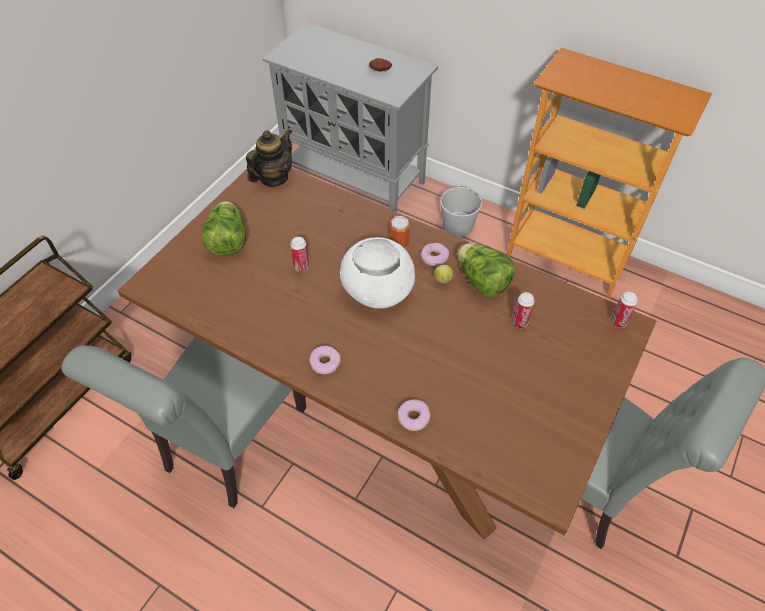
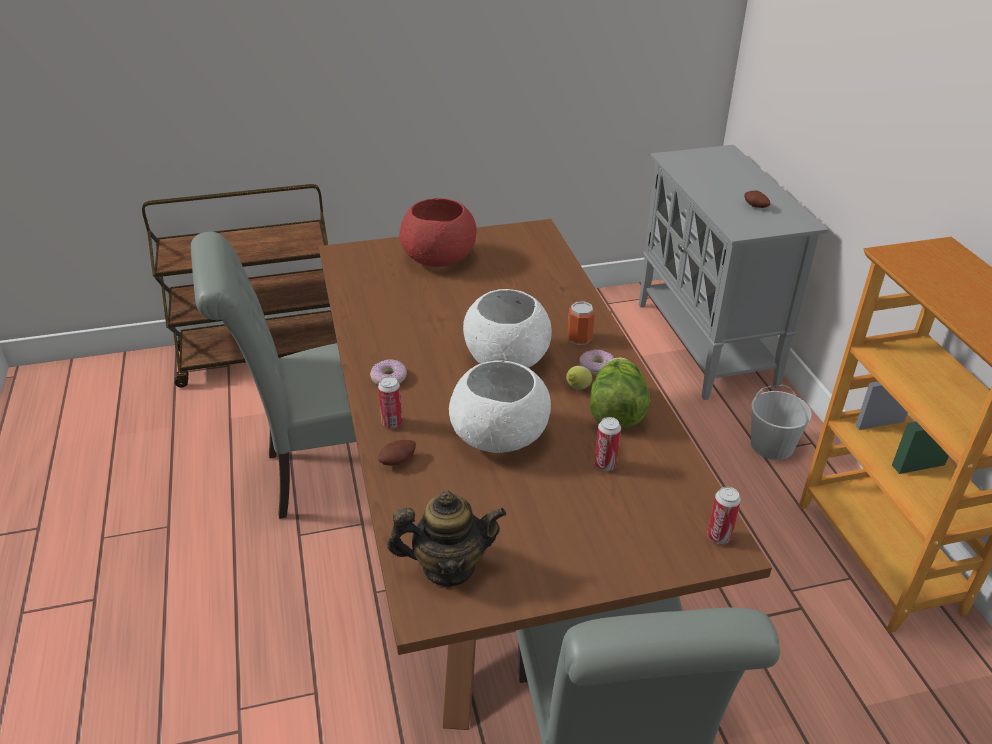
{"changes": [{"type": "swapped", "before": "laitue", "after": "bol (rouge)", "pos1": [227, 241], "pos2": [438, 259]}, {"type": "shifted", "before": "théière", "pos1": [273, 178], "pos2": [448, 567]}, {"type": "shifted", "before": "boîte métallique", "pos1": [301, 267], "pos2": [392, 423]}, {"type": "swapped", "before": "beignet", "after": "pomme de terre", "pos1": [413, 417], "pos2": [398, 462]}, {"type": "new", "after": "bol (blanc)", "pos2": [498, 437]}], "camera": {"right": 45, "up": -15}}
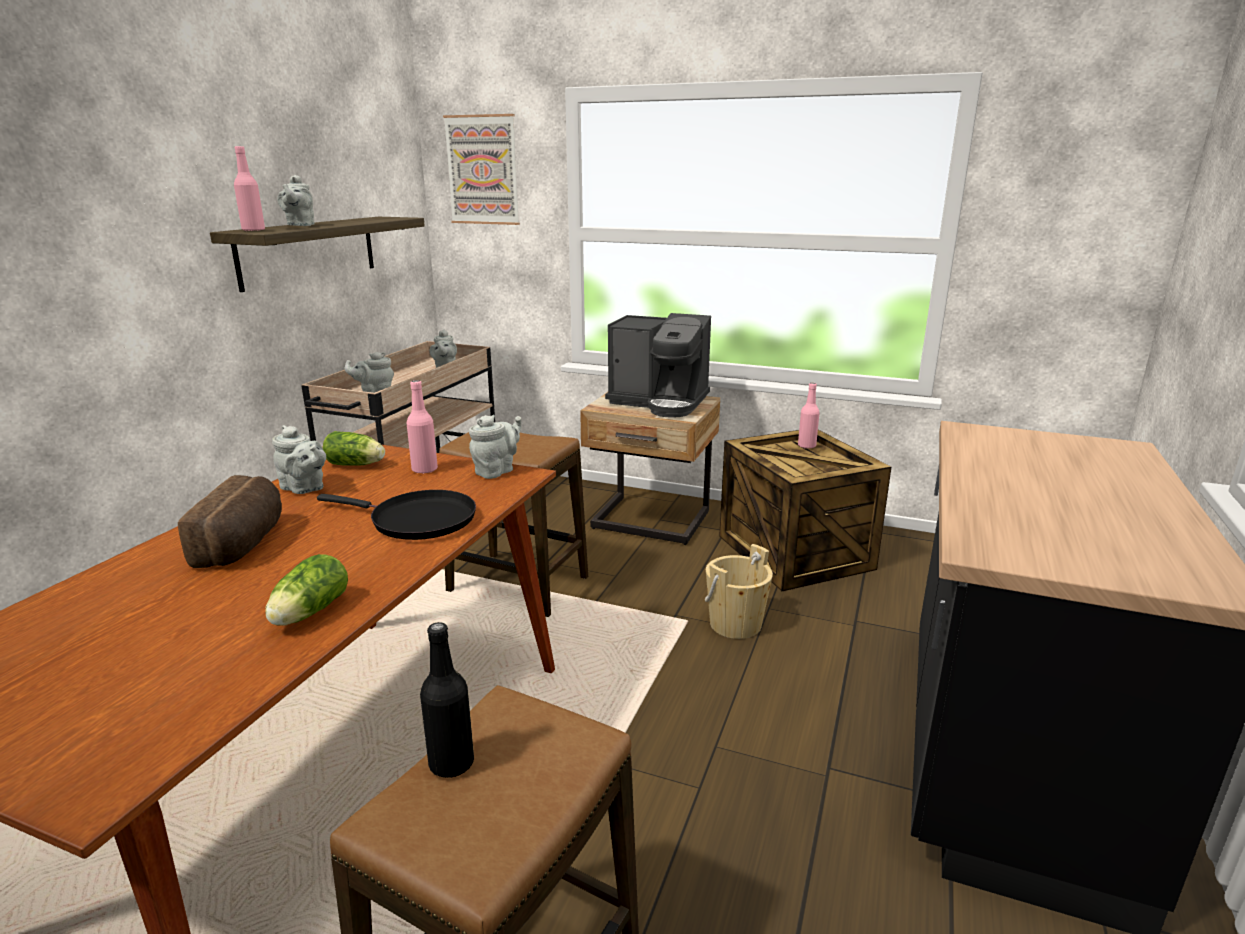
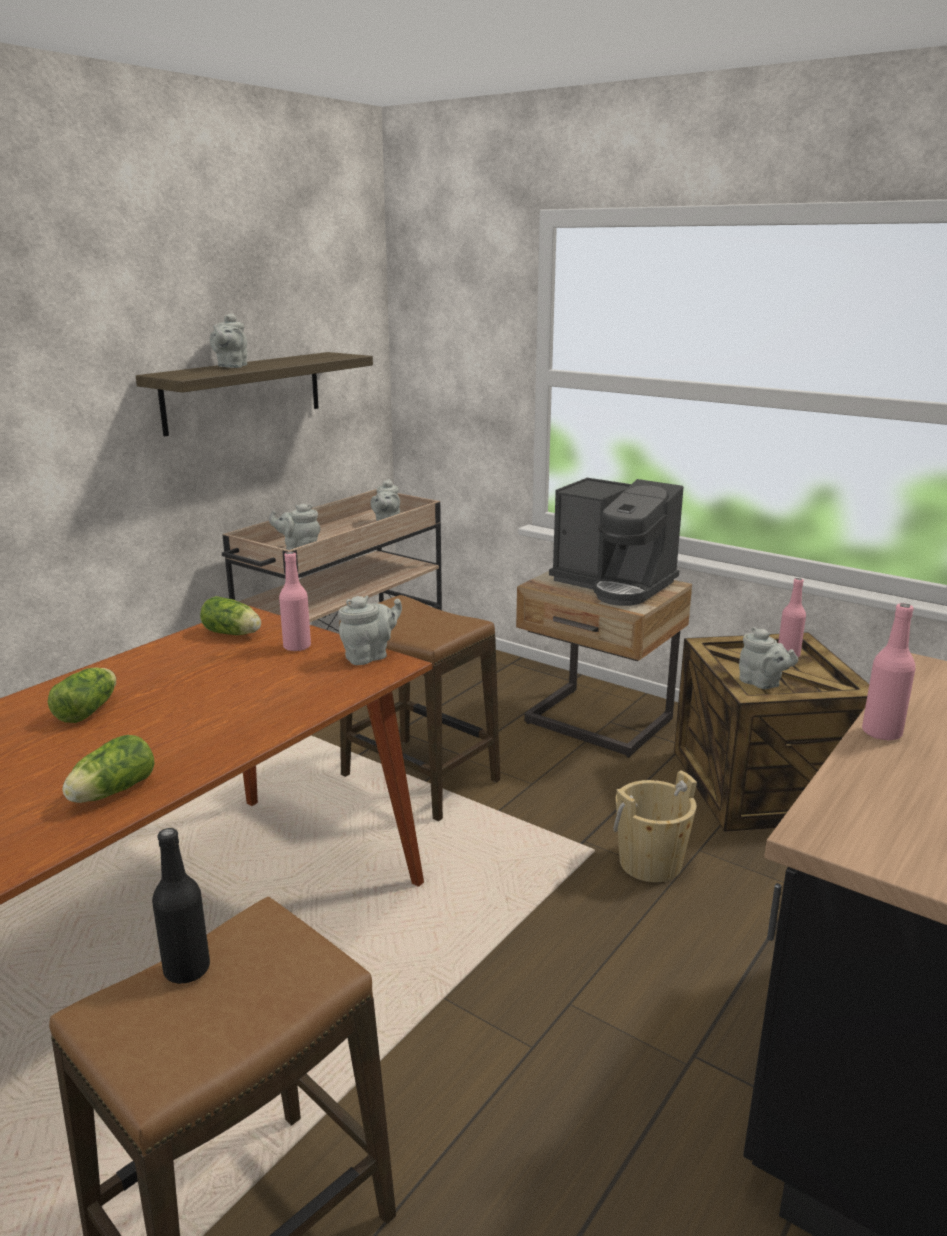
{"changes": [{"type": "swapped", "before": "pain", "after": "laitue", "pos1": [244, 543], "pos2": [89, 709]}, {"type": "shifted", "before": "bouteille (rose)", "pos1": [253, 230], "pos2": [881, 733]}, {"type": "shifted", "before": "théière (gris)", "pos1": [304, 488], "pos2": [762, 684]}, {"type": "gone", "before": "poêle (noir)", "pos1": [417, 520]}, {"type": "gone", "before": "tableau", "pos1": [483, 170]}], "camera": {"right": 15, "up": 0}}
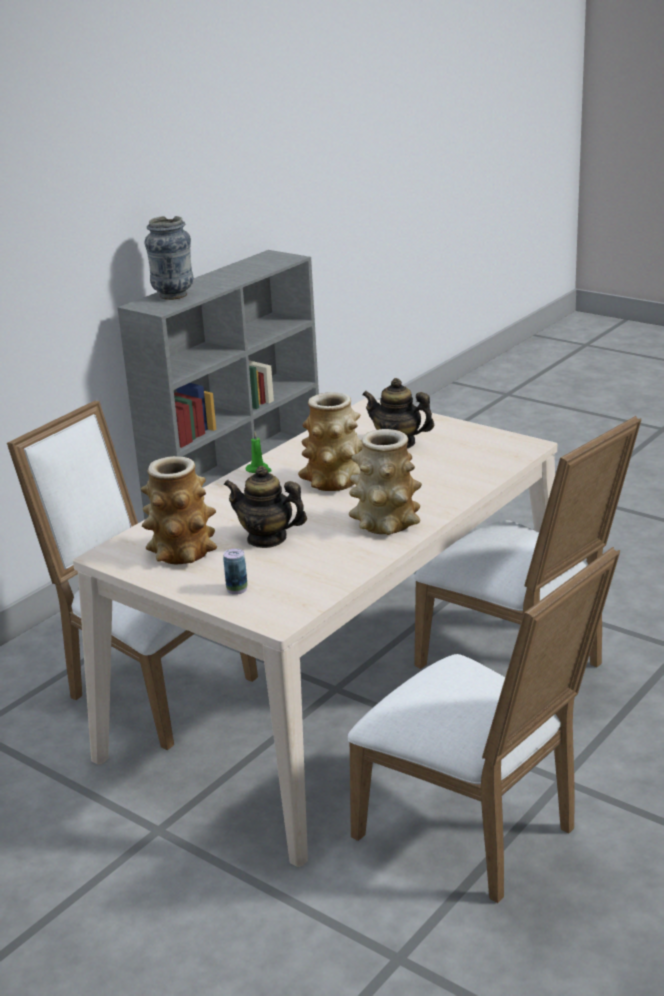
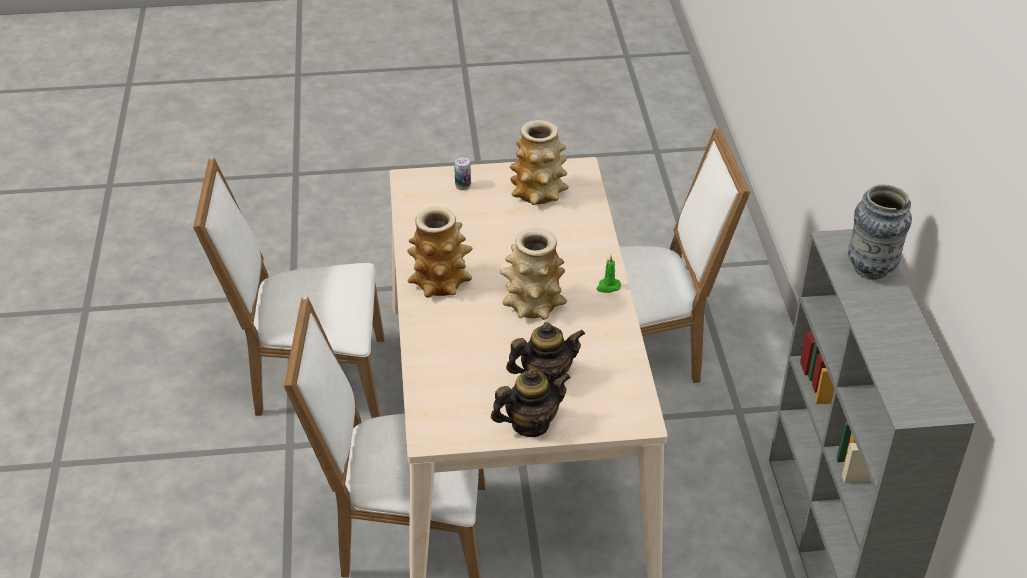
{"changes": [{"type": "shifted", "before": "théière", "pos1": [267, 538], "pos2": [530, 424]}], "camera": {"right": 135, "up": 15}}
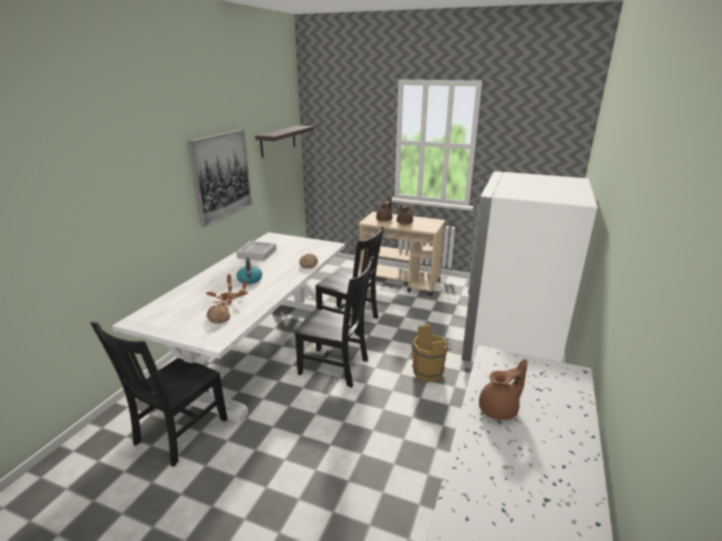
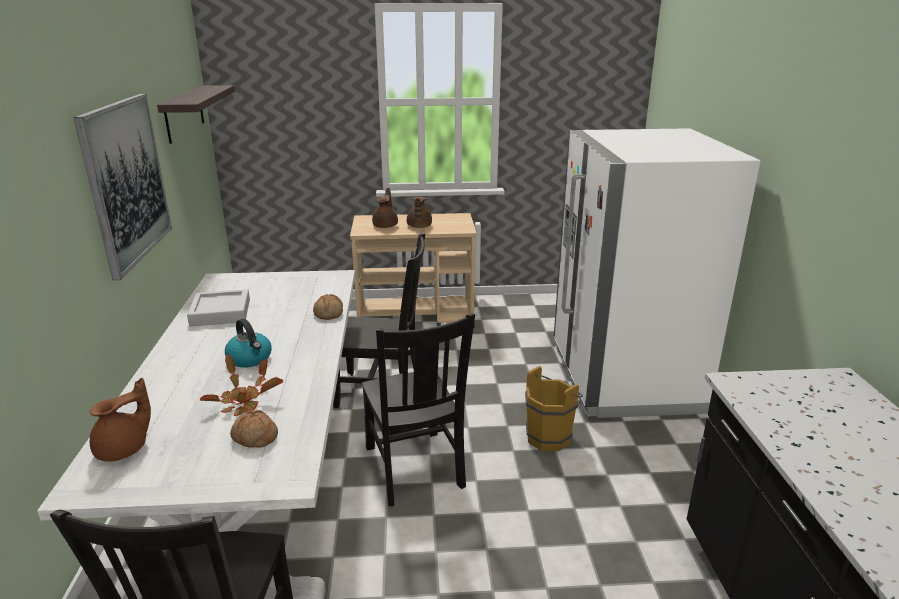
{"changes": [{"type": "rotated", "before": "chaise (noir)", "pos1": [336, 367], "pos2": [414, 469], "turn": 75}, {"type": "shifted", "before": "théière (marron)", "pos1": [499, 410], "pos2": [124, 449]}], "camera": {"right": -25, "up": 0}}
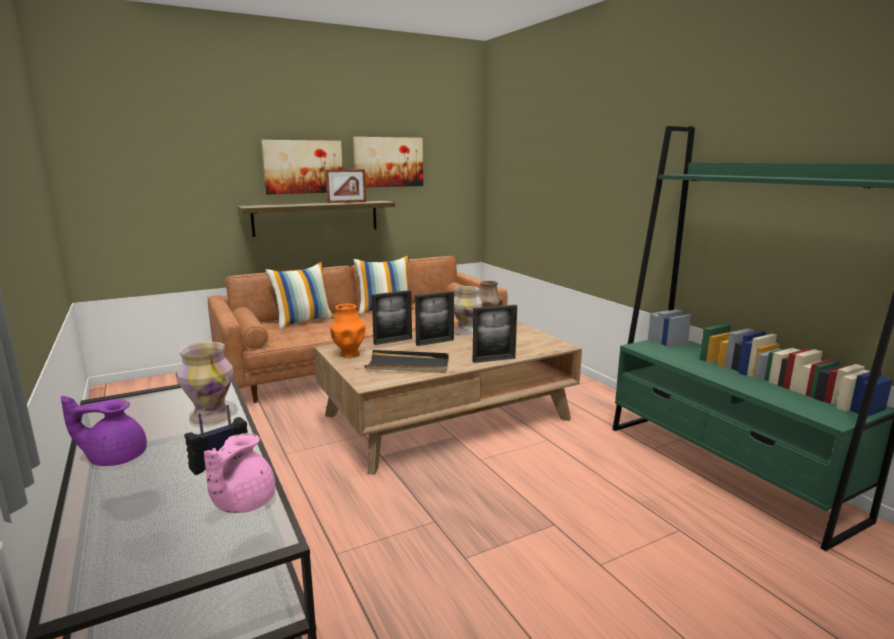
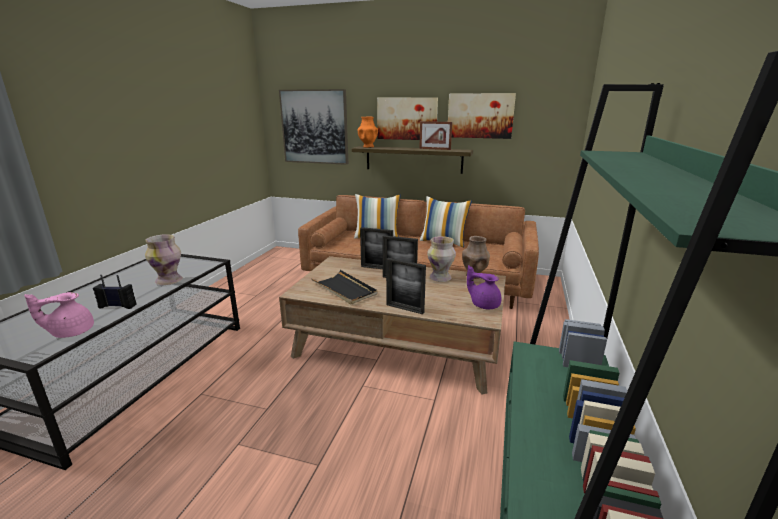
{"changes": [{"type": "shifted", "before": "théière (violet)", "pos1": [115, 457], "pos2": [484, 304]}, {"type": "shifted", "before": "vase (orange)", "pos1": [349, 354], "pos2": [368, 147]}, {"type": "new", "after": "tableau", "pos2": [314, 127]}], "camera": {"right": 45, "up": 5}}
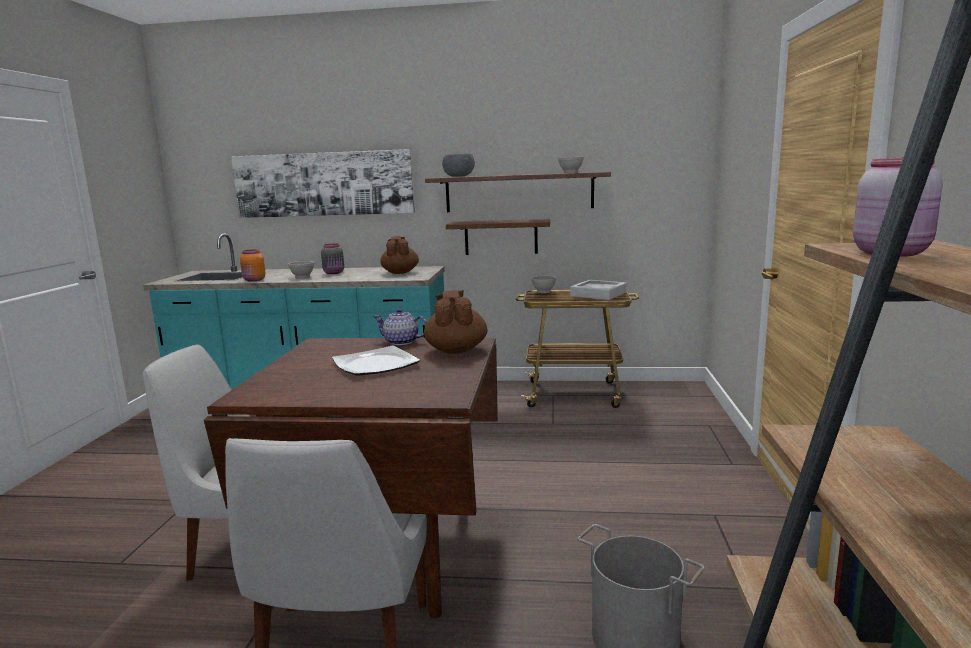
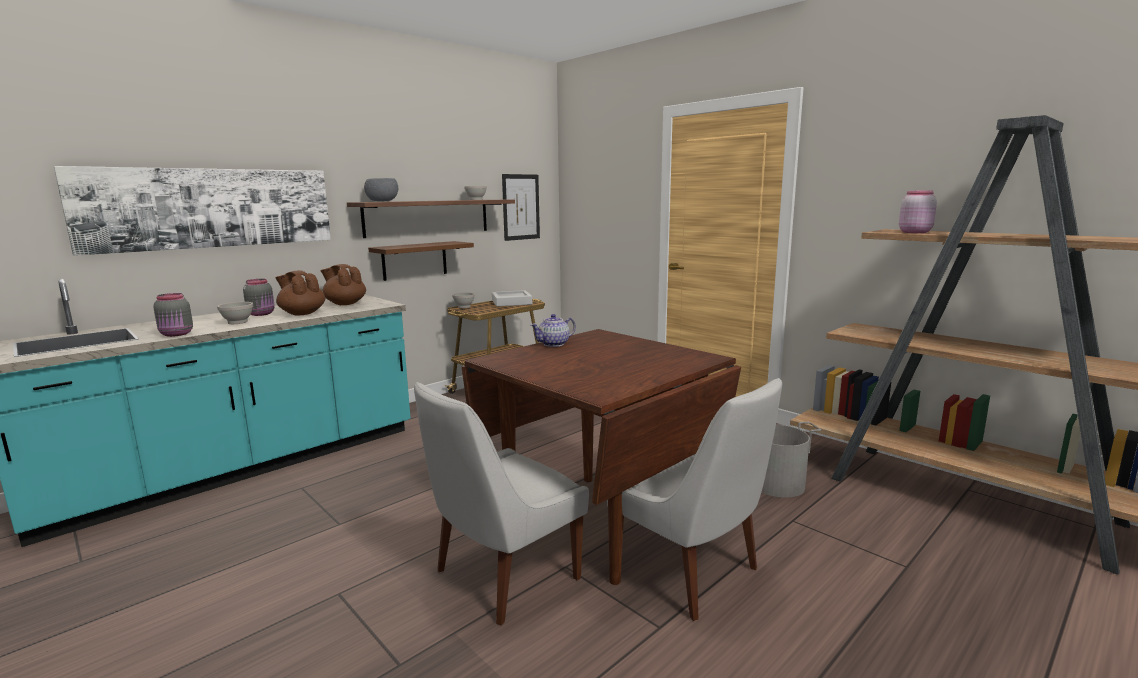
{"changes": [{"type": "repainted", "before": "bocal (orange)", "after": "bocal (gris)", "pos1": [254, 280], "pos2": [177, 334]}, {"type": "gone", "before": "assiette", "pos1": [375, 365]}, {"type": "shifted", "before": "théière (marron)", "pos1": [456, 350], "pos2": [302, 313]}, {"type": "new", "after": "tableau", "pos2": [521, 207]}], "camera": {"right": -50, "up": 0}}
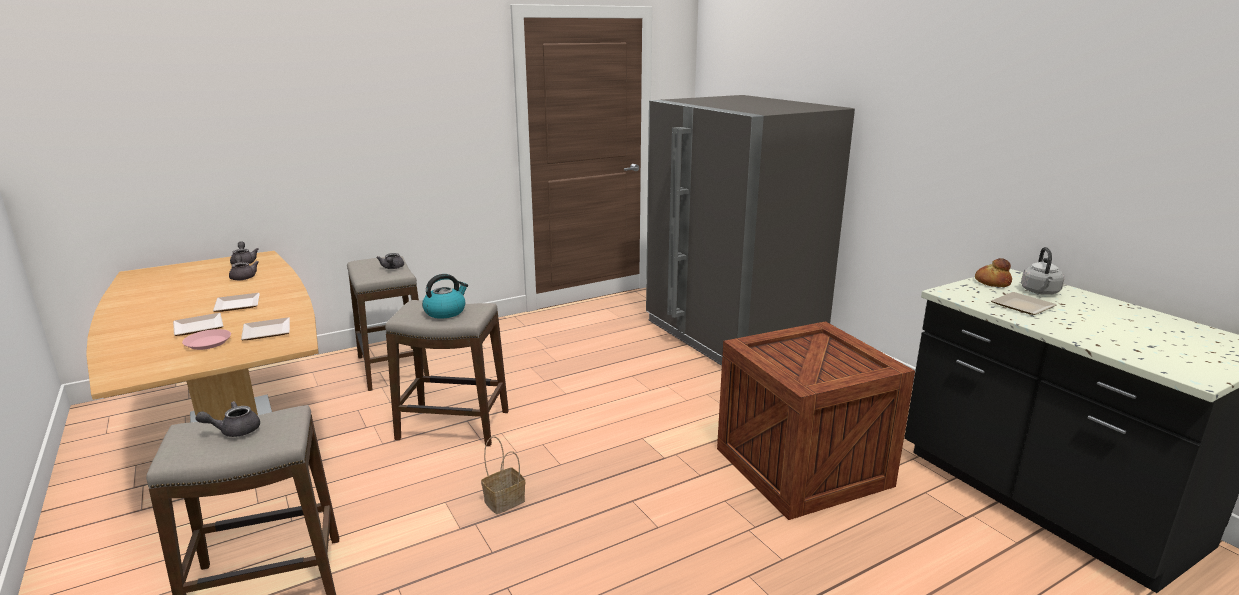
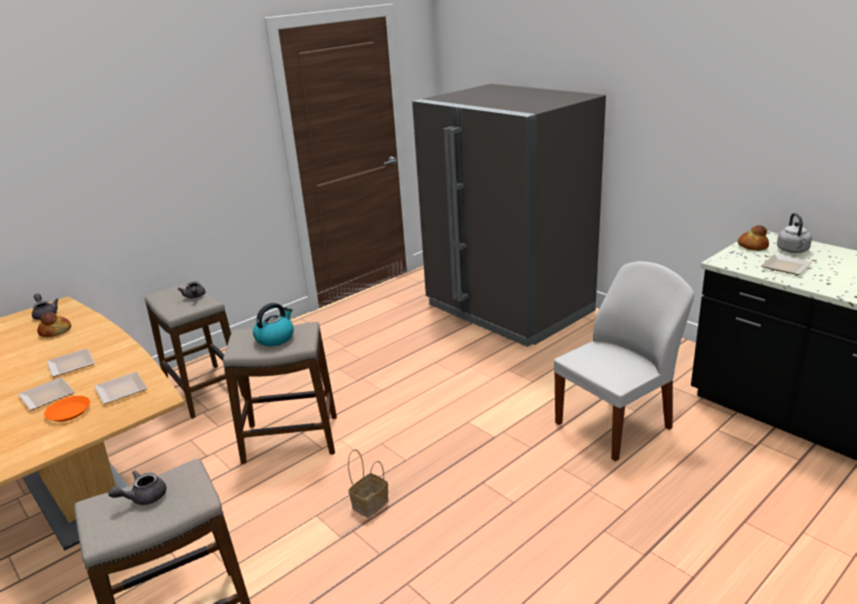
{"changes": [{"type": "repainted", "before": "assiette (rose)", "after": "assiette (orange)", "pos1": [208, 343], "pos2": [68, 412]}, {"type": "swapped", "before": "théière (gris)", "after": "pain", "pos1": [243, 276], "pos2": [55, 331]}, {"type": "swapped", "before": "caisse", "after": "chaise (blanc)", "pos1": [805, 467], "pos2": [615, 424]}], "camera": {"right": -10, "up": 5}}
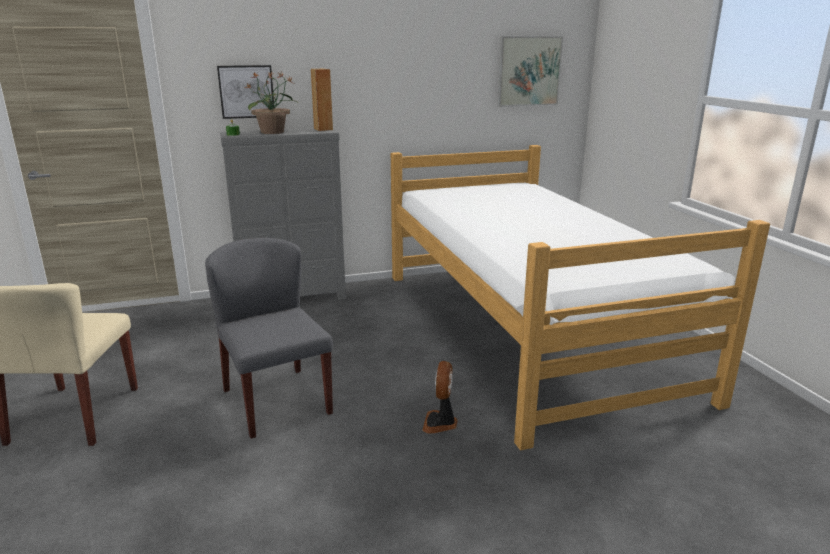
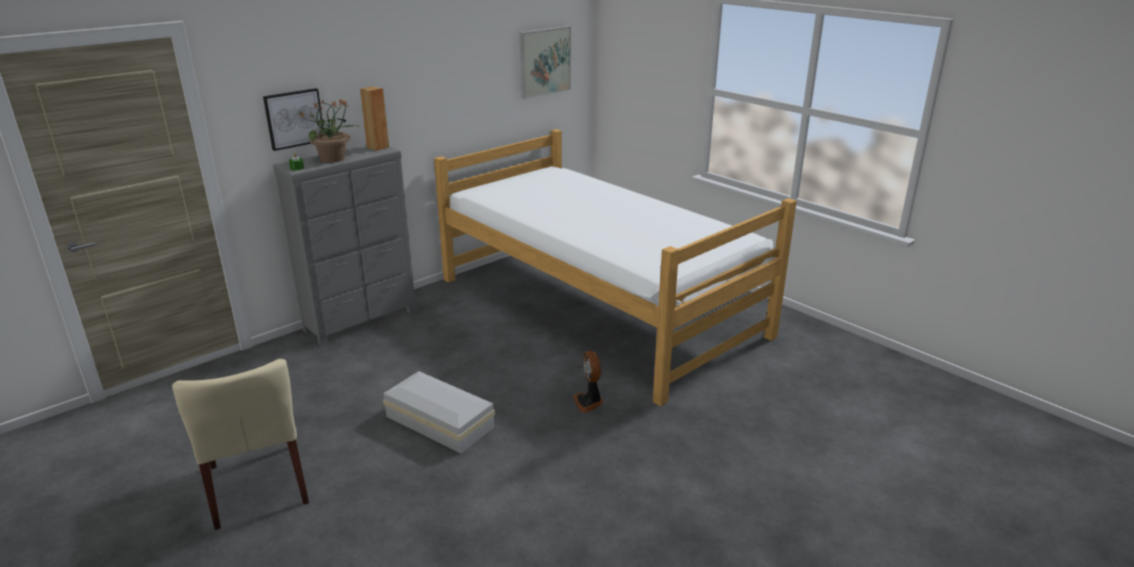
{"changes": [{"type": "swapped", "before": "chaise (gris)", "after": "boîte de rangement (blanc)", "pos1": [276, 401], "pos2": [439, 420]}], "camera": {"right": -25, "up": 5}}
